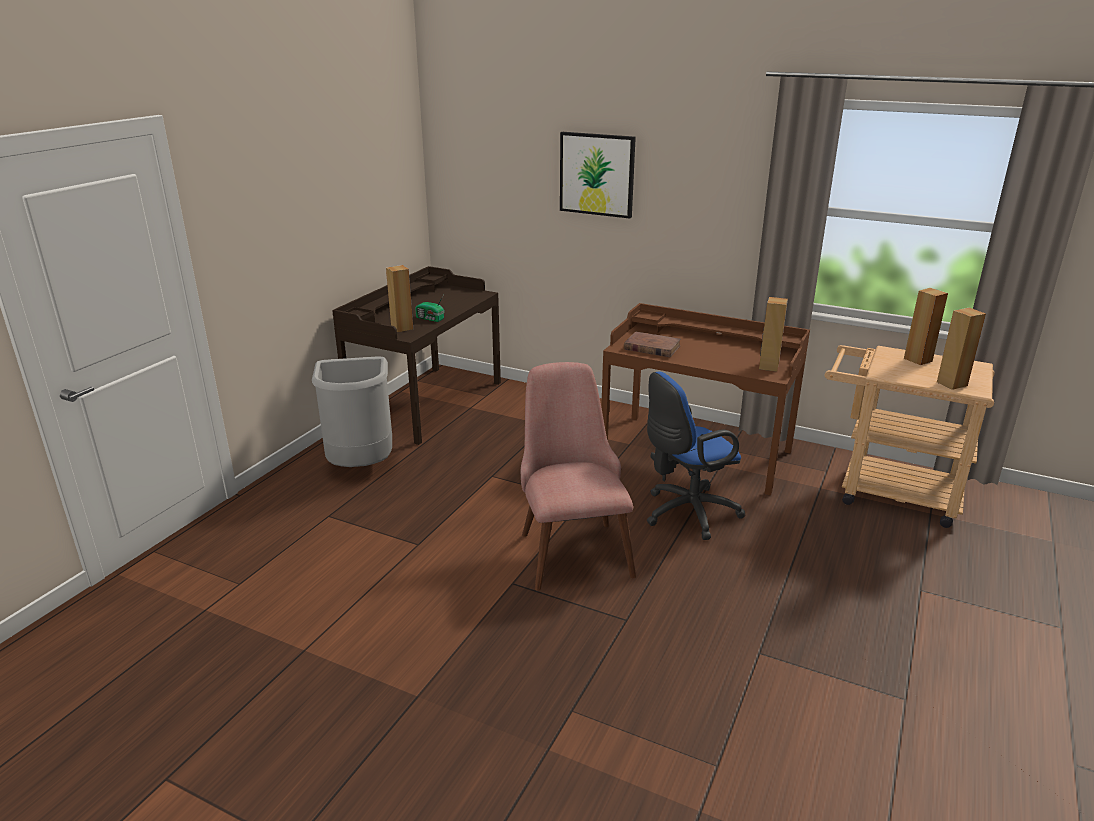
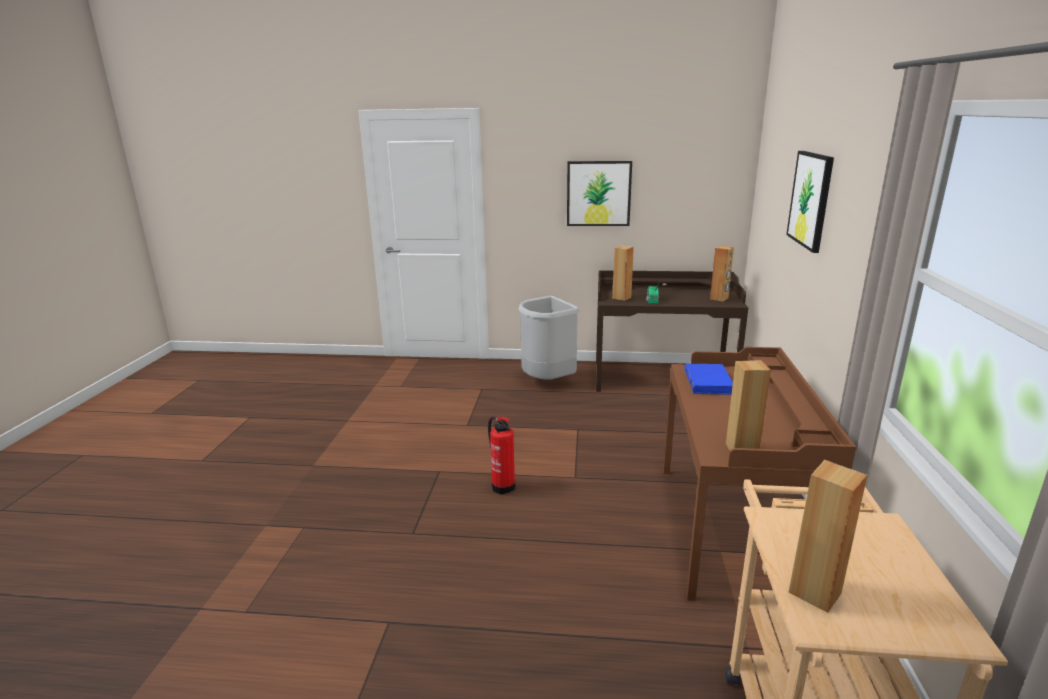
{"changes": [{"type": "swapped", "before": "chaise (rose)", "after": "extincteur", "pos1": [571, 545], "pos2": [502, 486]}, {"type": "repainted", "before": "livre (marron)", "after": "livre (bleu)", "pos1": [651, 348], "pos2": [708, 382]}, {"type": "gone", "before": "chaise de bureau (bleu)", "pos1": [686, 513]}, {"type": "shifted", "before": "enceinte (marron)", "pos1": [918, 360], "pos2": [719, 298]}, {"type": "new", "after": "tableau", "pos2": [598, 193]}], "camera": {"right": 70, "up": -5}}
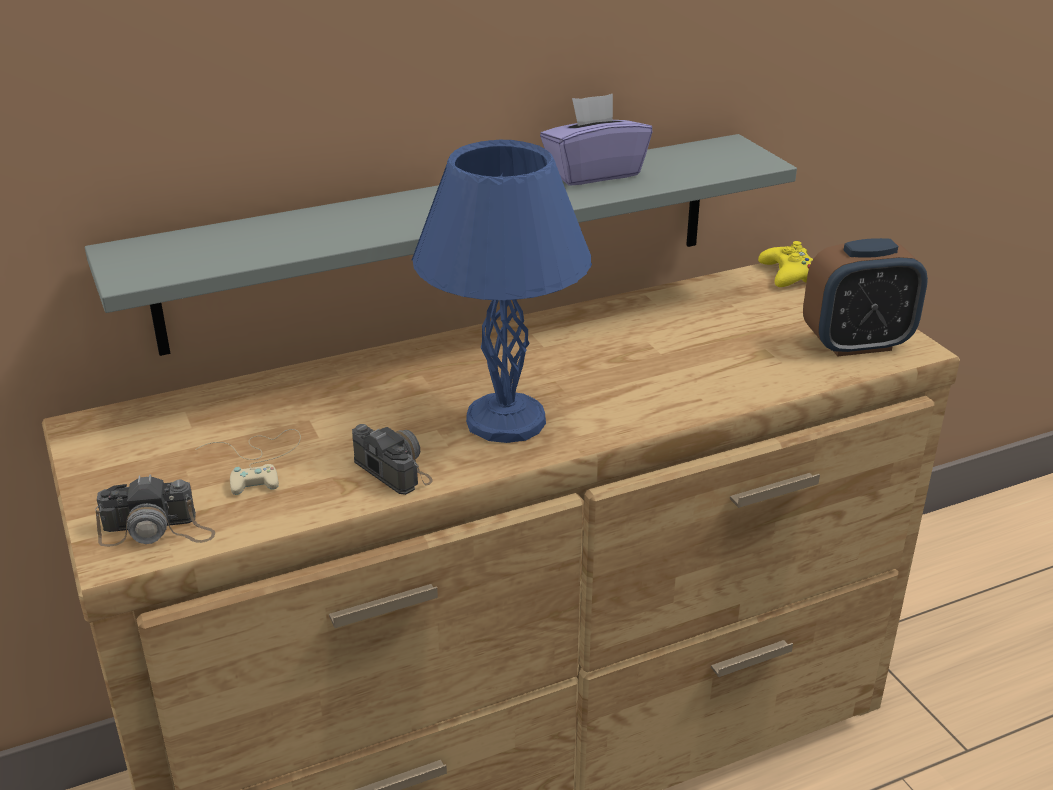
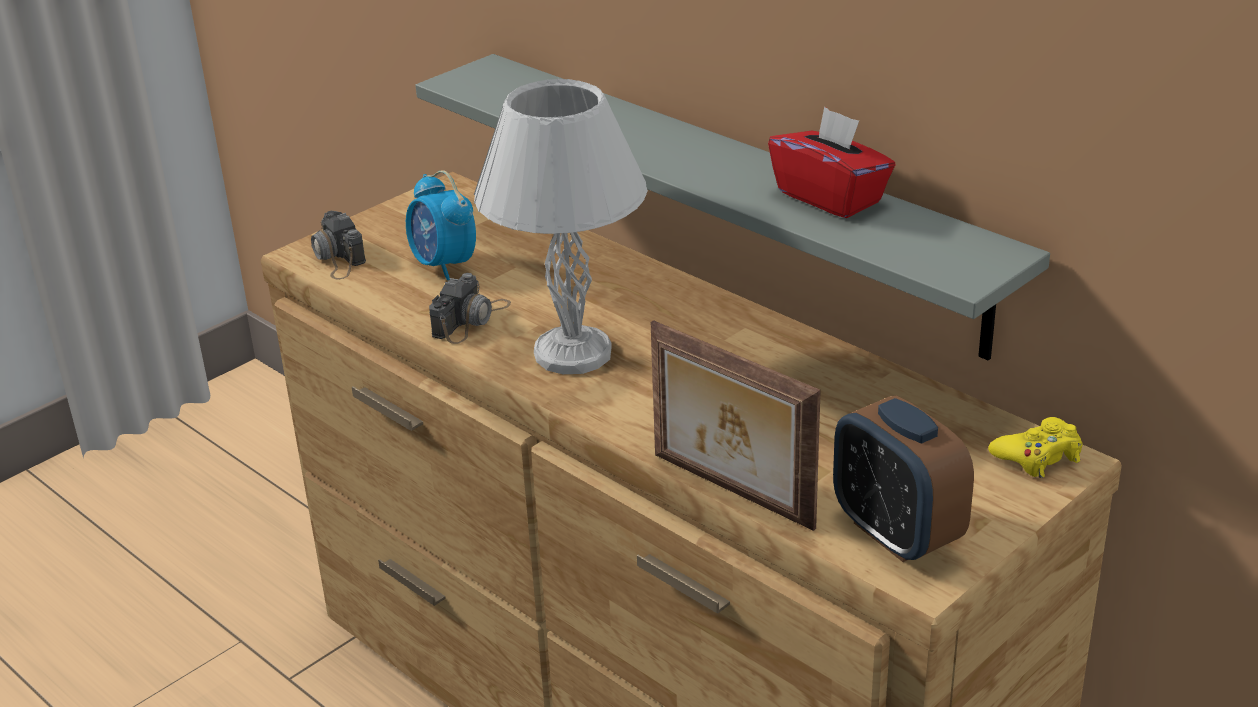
{"changes": [{"type": "swapped", "before": "manette (beige)", "after": "réveil", "pos1": [259, 461], "pos2": [444, 265]}, {"type": "repainted", "before": "lampe de table (bleu)", "after": "lampe de table (blanc)", "pos1": [503, 422], "pos2": [570, 352]}, {"type": "repainted", "before": "boîte à mouchoirs (violet)", "after": "boîte à mouchoirs (rouge)", "pos1": [593, 173], "pos2": [830, 197]}, {"type": "new", "after": "cadre photo", "pos2": [730, 492]}], "camera": {"right": 70, "up": 0}}
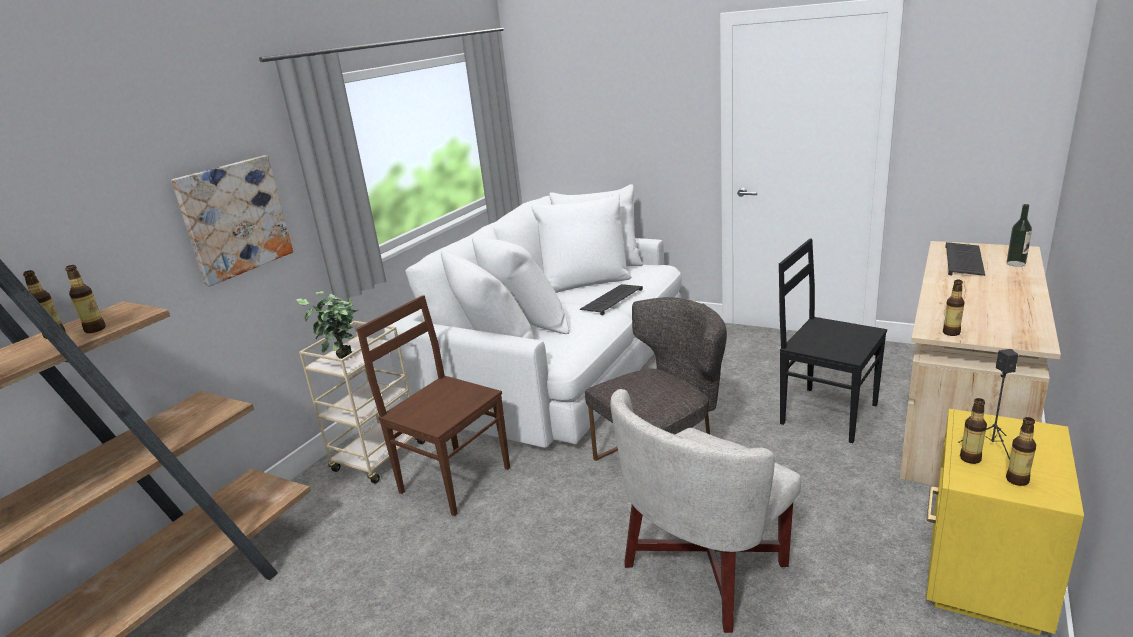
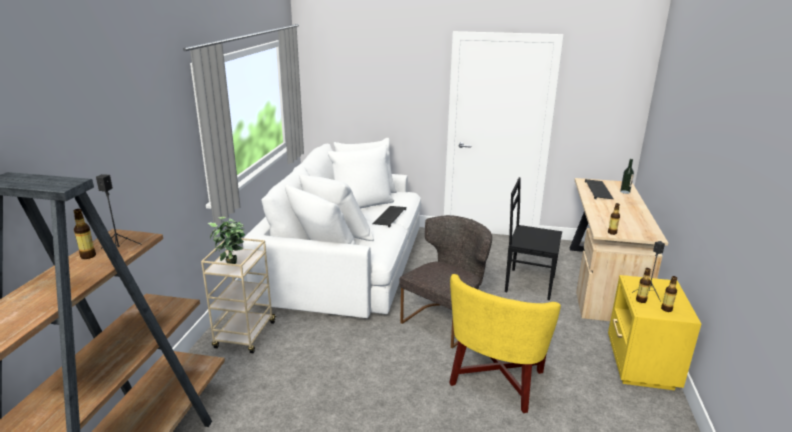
{"changes": [{"type": "swapped", "before": "bouteille", "after": "enceinte (noir)", "pos1": [95, 329], "pos2": [119, 250]}, {"type": "gone", "before": "tableau", "pos1": [234, 218]}, {"type": "gone", "before": "chaise (marron)", "pos1": [453, 479]}, {"type": "repainted", "before": "fauteuil (blanc)", "after": "fauteuil (jaune)", "pos1": [705, 567], "pos2": [497, 379]}], "camera": {"right": -20, "up": 0}}
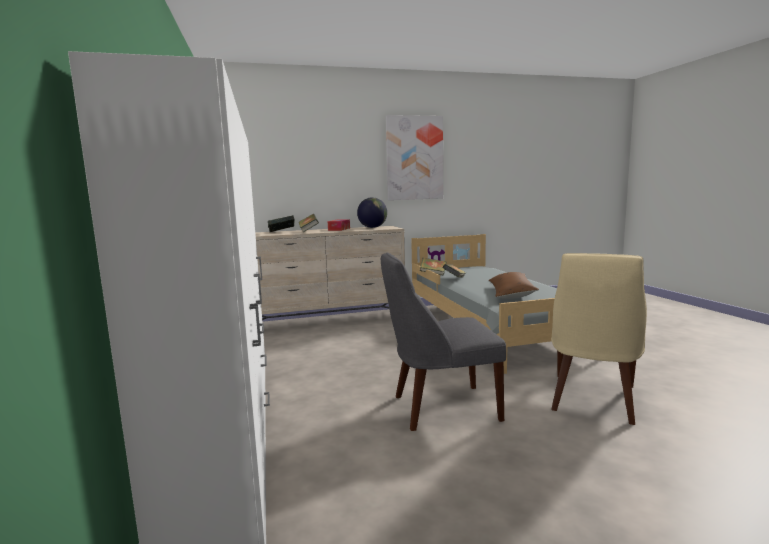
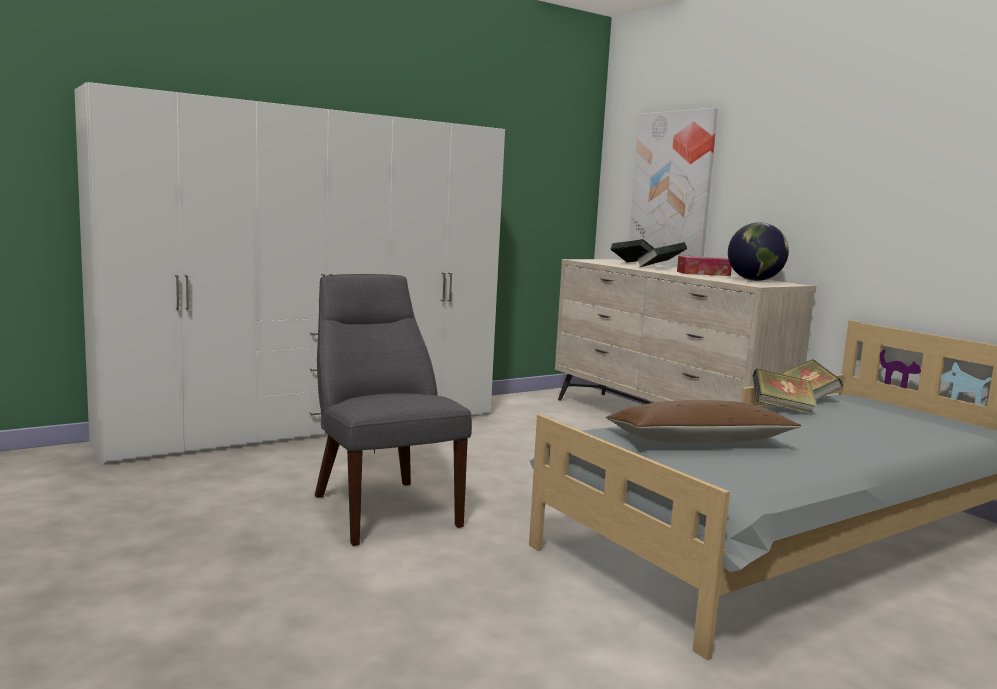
{"changes": [{"type": "shifted", "before": "tableau", "pos1": [414, 158], "pos2": [672, 183]}, {"type": "gone", "before": "chaise (beige)", "pos1": [592, 400]}], "camera": {"right": 70, "up": 0}}
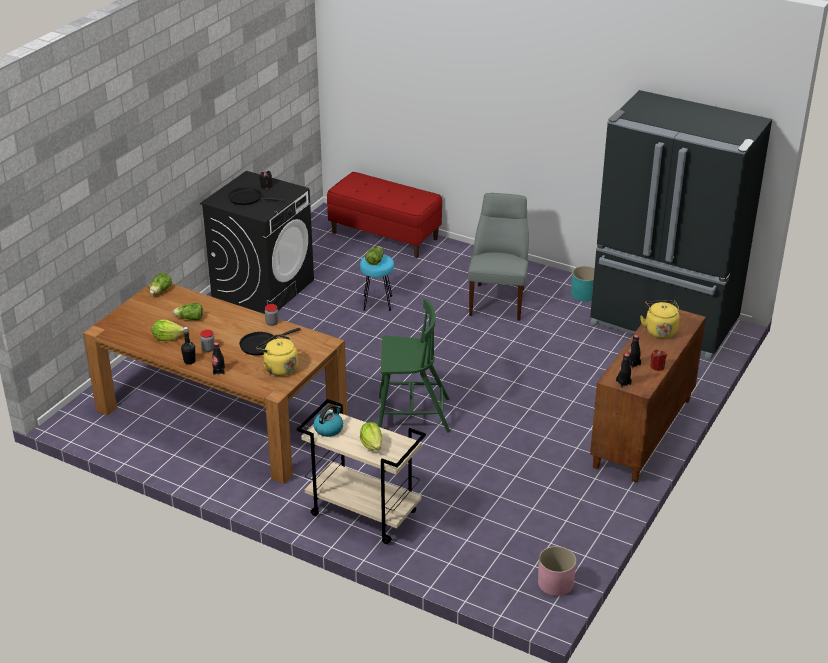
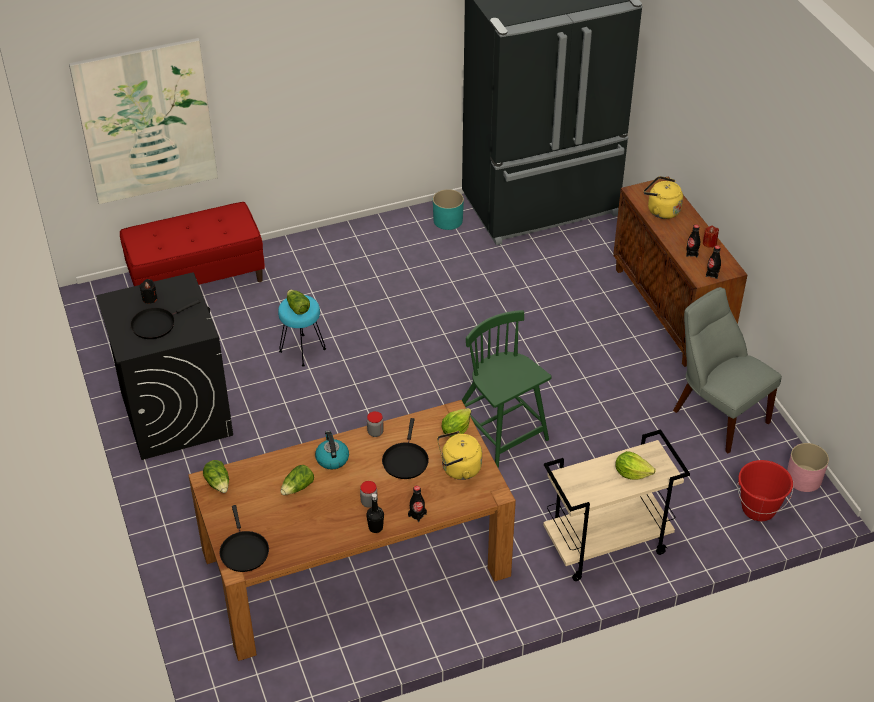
{"changes": [{"type": "shifted", "before": "laitue", "pos1": [167, 338], "pos2": [456, 430]}, {"type": "shifted", "before": "bouilloire", "pos1": [329, 429], "pos2": [332, 458]}, {"type": "rotated", "before": "chaise (vert)", "pos1": [411, 415], "pos2": [500, 430], "turn": -75}, {"type": "shifted", "before": "chaise (gris)", "pos1": [498, 300], "pos2": [717, 414]}, {"type": "new", "after": "tableau", "pos2": [146, 122]}, {"type": "new", "after": "poêle (noir)", "pos2": [243, 551]}, {"type": "new", "after": "seau (rouge)", "pos2": [758, 508]}], "camera": {"right": -50, "up": 10}}
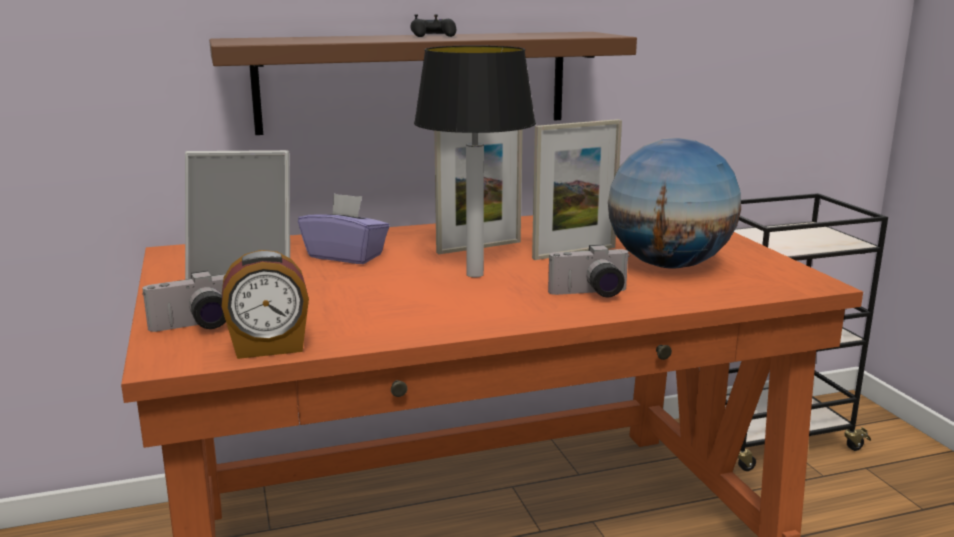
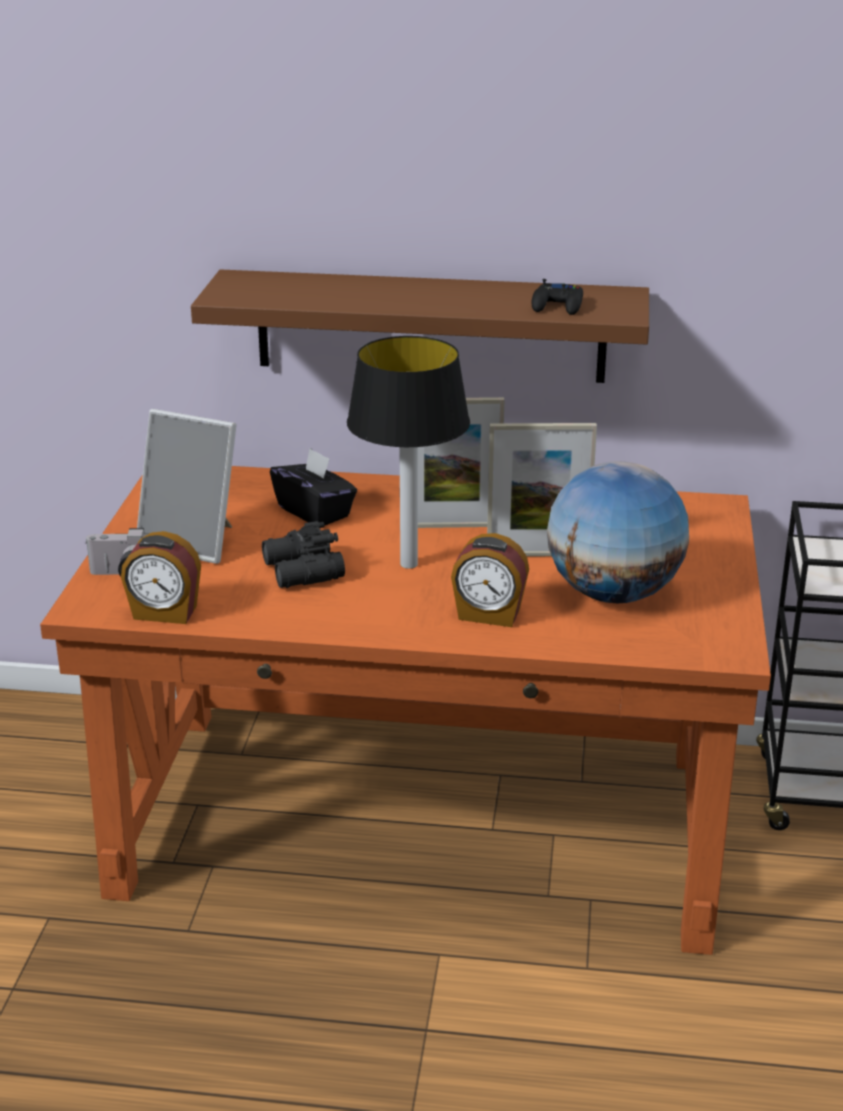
{"changes": [{"type": "repainted", "before": "boîte à mouchoirs (violet)", "after": "boîte à mouchoirs (noir)", "pos1": [346, 256], "pos2": [315, 512]}, {"type": "shifted", "before": "manette (noir)", "pos1": [433, 35], "pos2": [558, 306]}, {"type": "swapped", "before": "appareil photo", "after": "réveil", "pos1": [591, 294], "pos2": [488, 615]}, {"type": "new", "after": "jumelles (noir)", "pos2": [301, 572]}], "camera": {"right": 25, "up": 10}}
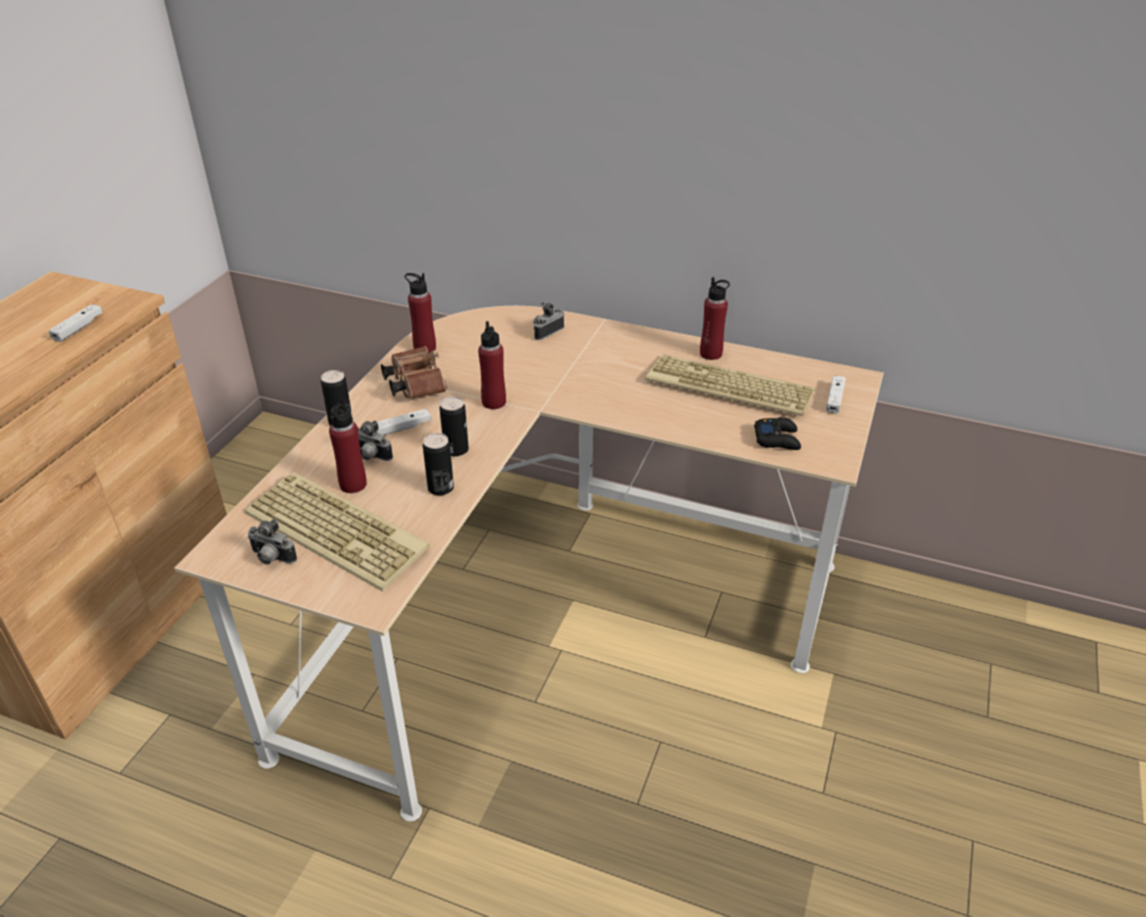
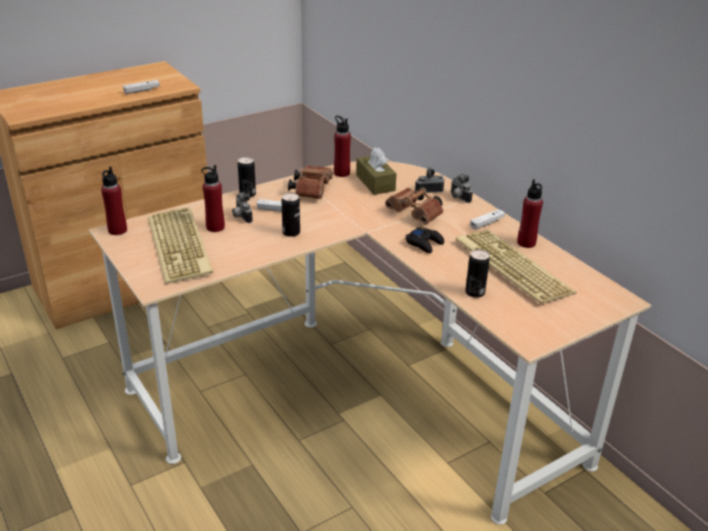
{"changes": [{"type": "shifted", "before": "appareil photo", "pos1": [271, 558], "pos2": [458, 198]}, {"type": "shifted", "before": "boîte métallique", "pos1": [440, 488], "pos2": [475, 292]}, {"type": "shifted", "before": "bouteille (rouge)", "pos1": [494, 402], "pos2": [117, 230]}, {"type": "shifted", "before": "manette (noir)", "pos1": [777, 439], "pos2": [424, 243]}, {"type": "shifted", "before": "manette (blanc)", "pos1": [834, 399], "pos2": [486, 223]}, {"type": "new", "after": "boîte à mouchoirs (marron)", "pos2": [375, 183]}, {"type": "new", "after": "jumelles (marron)", "pos2": [416, 215]}], "camera": {"right": 35, "up": -5}}
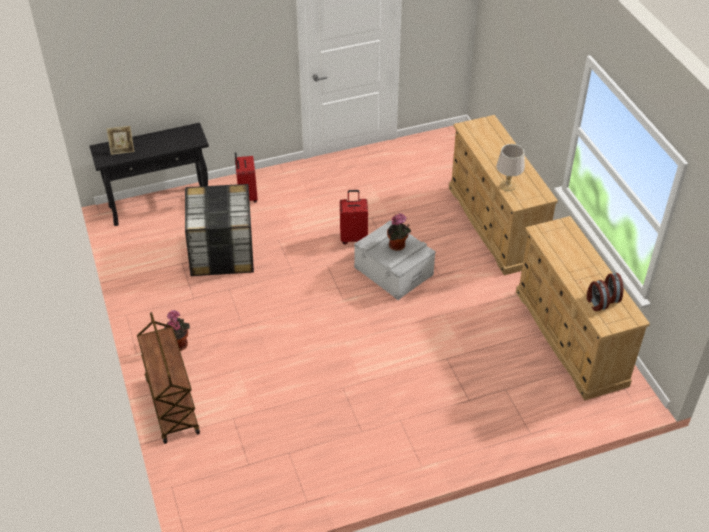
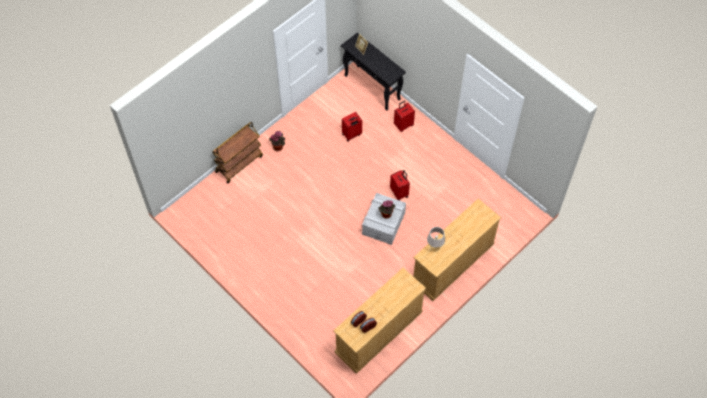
{"changes": [{"type": "swapped", "before": "boîte de rangement", "after": "valise (rouge)", "pos1": [222, 253], "pos2": [352, 135]}], "camera": {"right": 65, "up": 15}}
